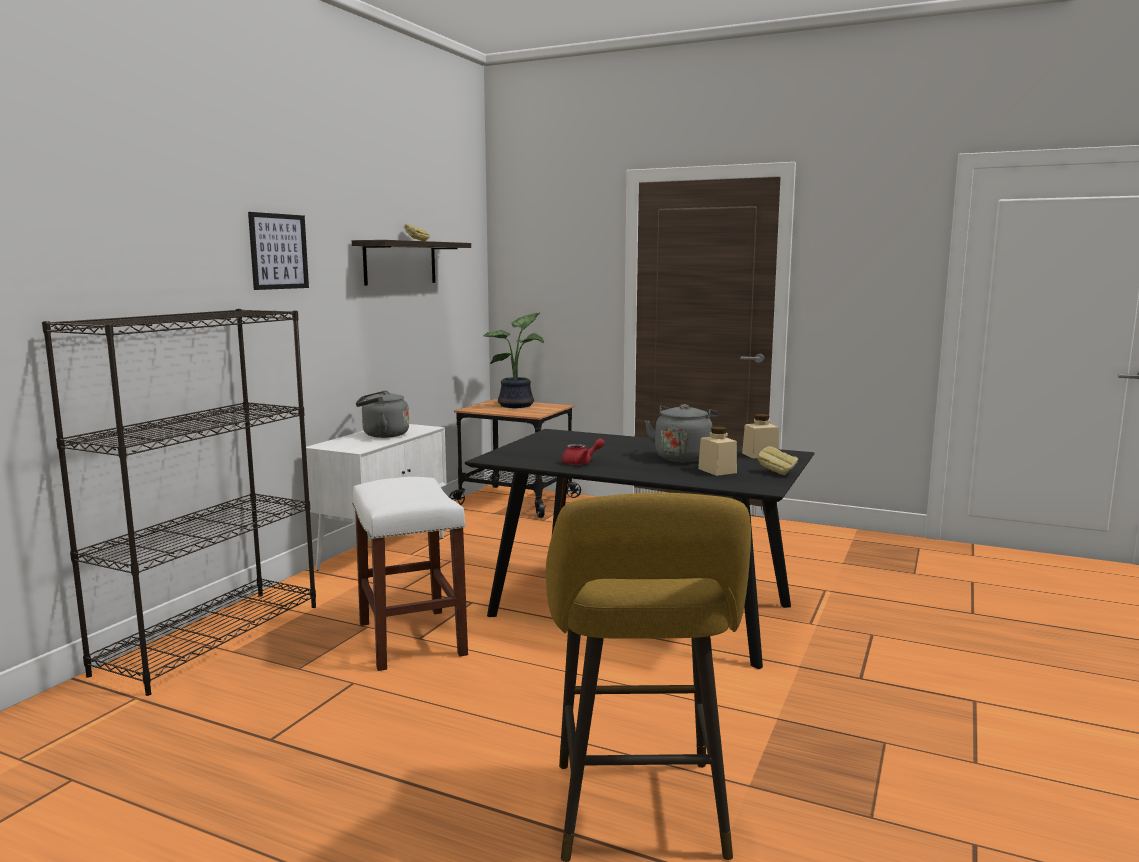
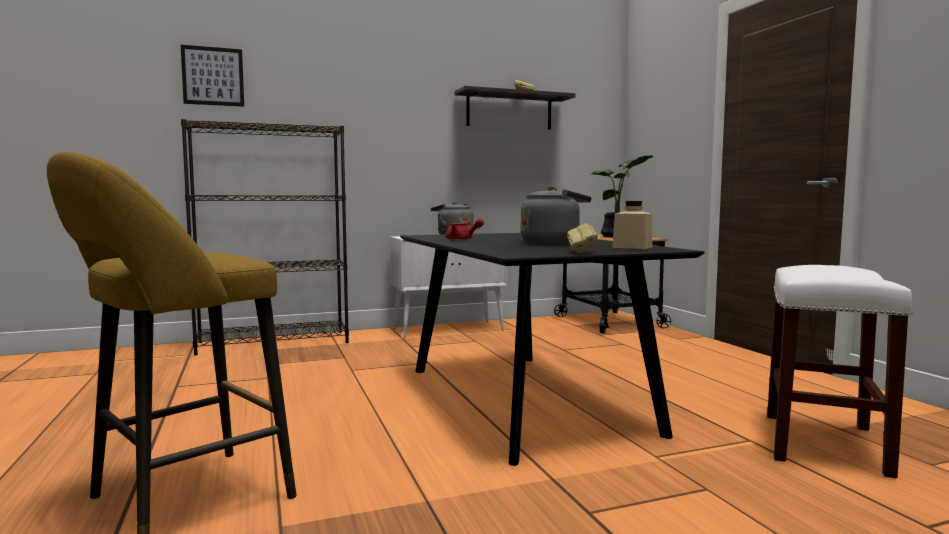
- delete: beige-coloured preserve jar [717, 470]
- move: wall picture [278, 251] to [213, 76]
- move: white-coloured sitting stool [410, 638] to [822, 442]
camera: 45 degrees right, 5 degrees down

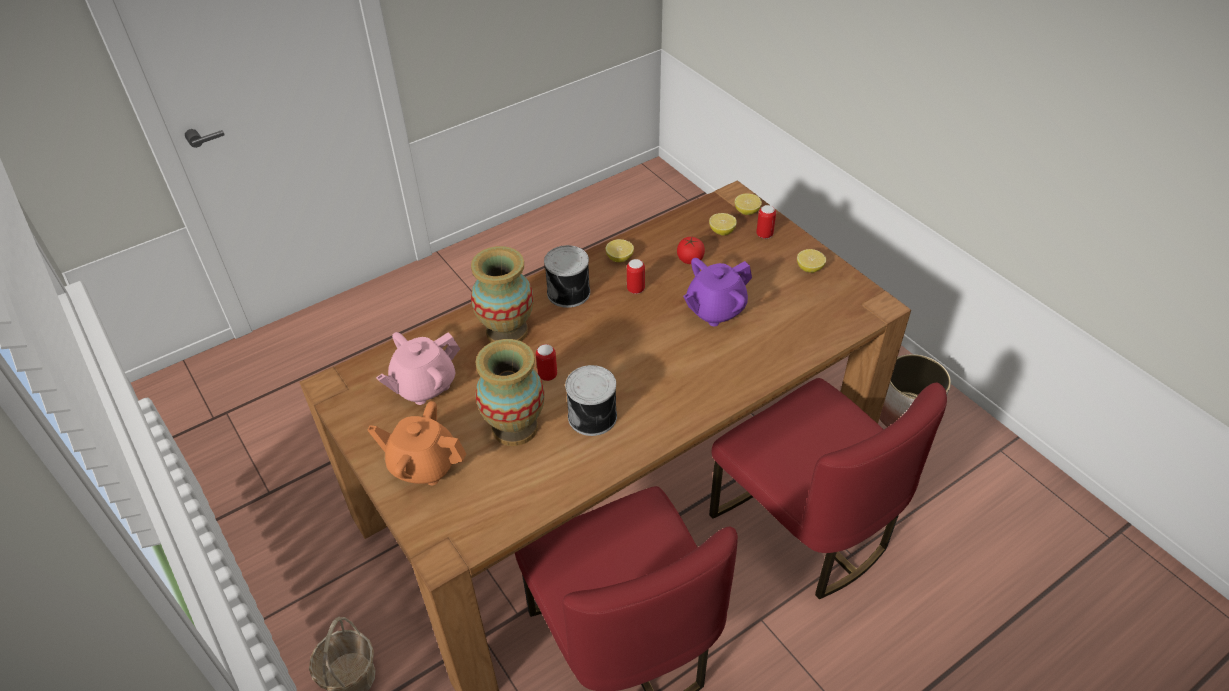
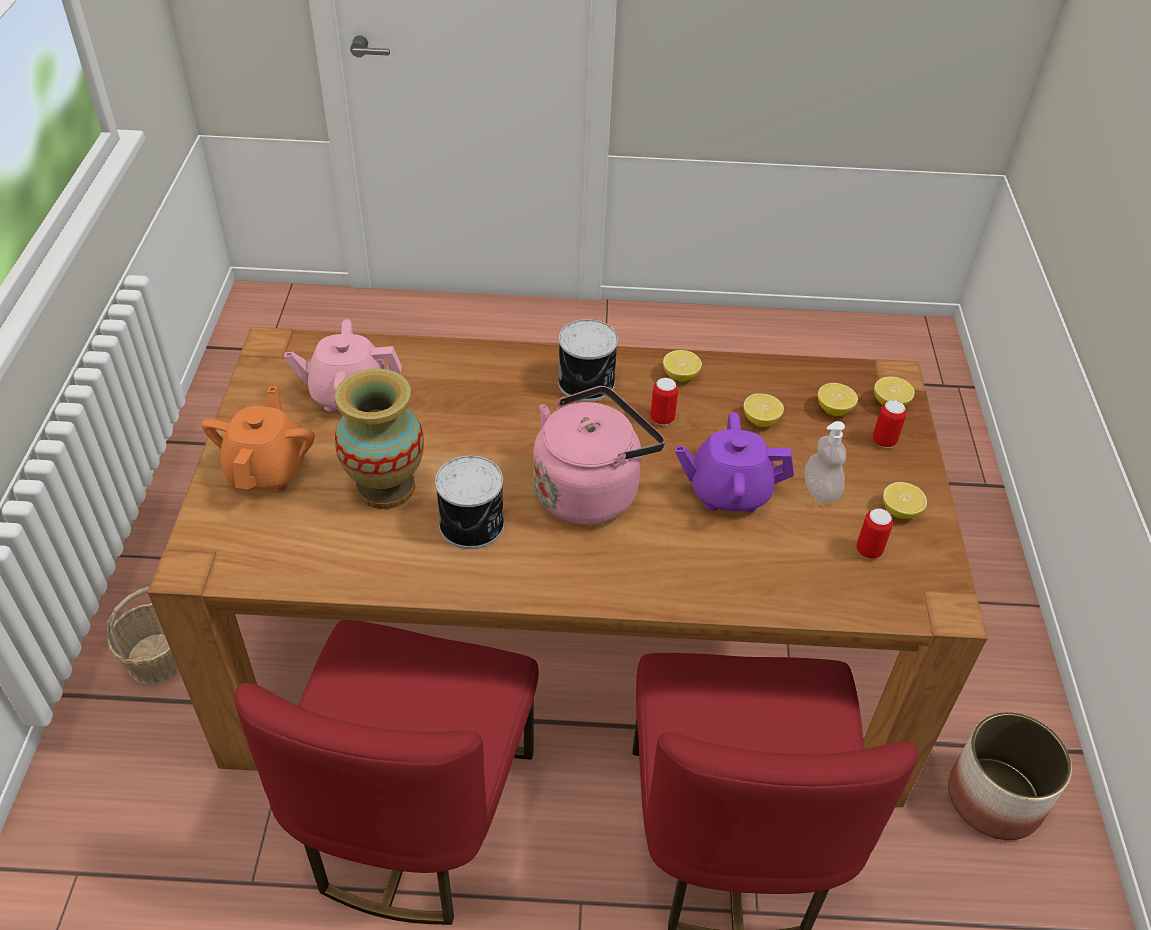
- delete: flower vase [507, 332]
- insert: pinkish tea kettle [590, 490]
- insert: soap dispenser [820, 491]
- move: metal can [547, 375] to [869, 550]
- replace: fresh tomato [690, 259] to lemon [760, 420]
- rotate: orange tea pot [423, 465] = [268, 470] 45 degrees clockwise
camera: 35 degrees right, 0 degrees up

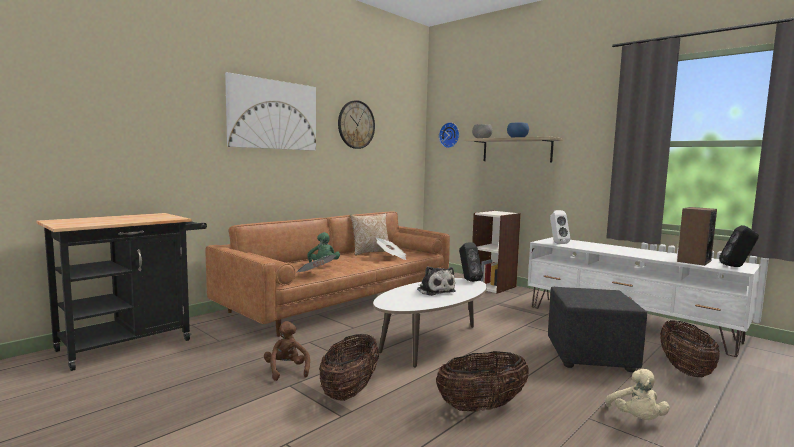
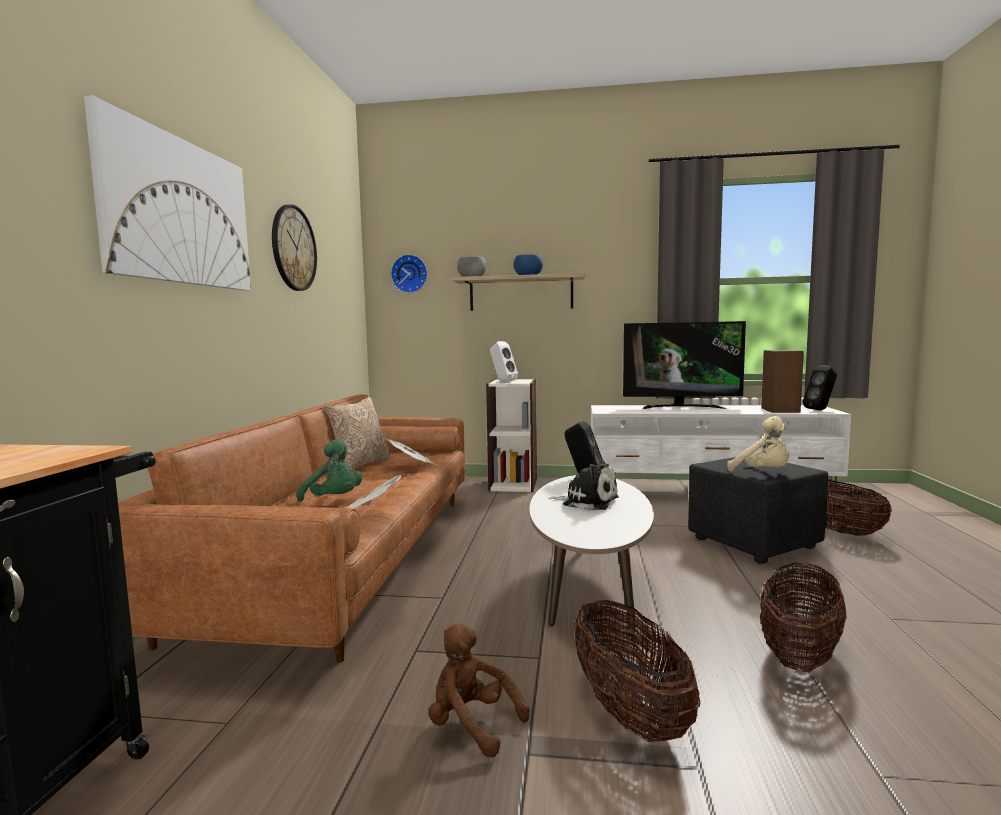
- insert: television [680, 407]
- move: white-coloured speaker [557, 243] to [502, 382]
- move: beige-coloured cuddly toy [636, 419] to [763, 473]
camera: 35 degrees left, 0 degrees up

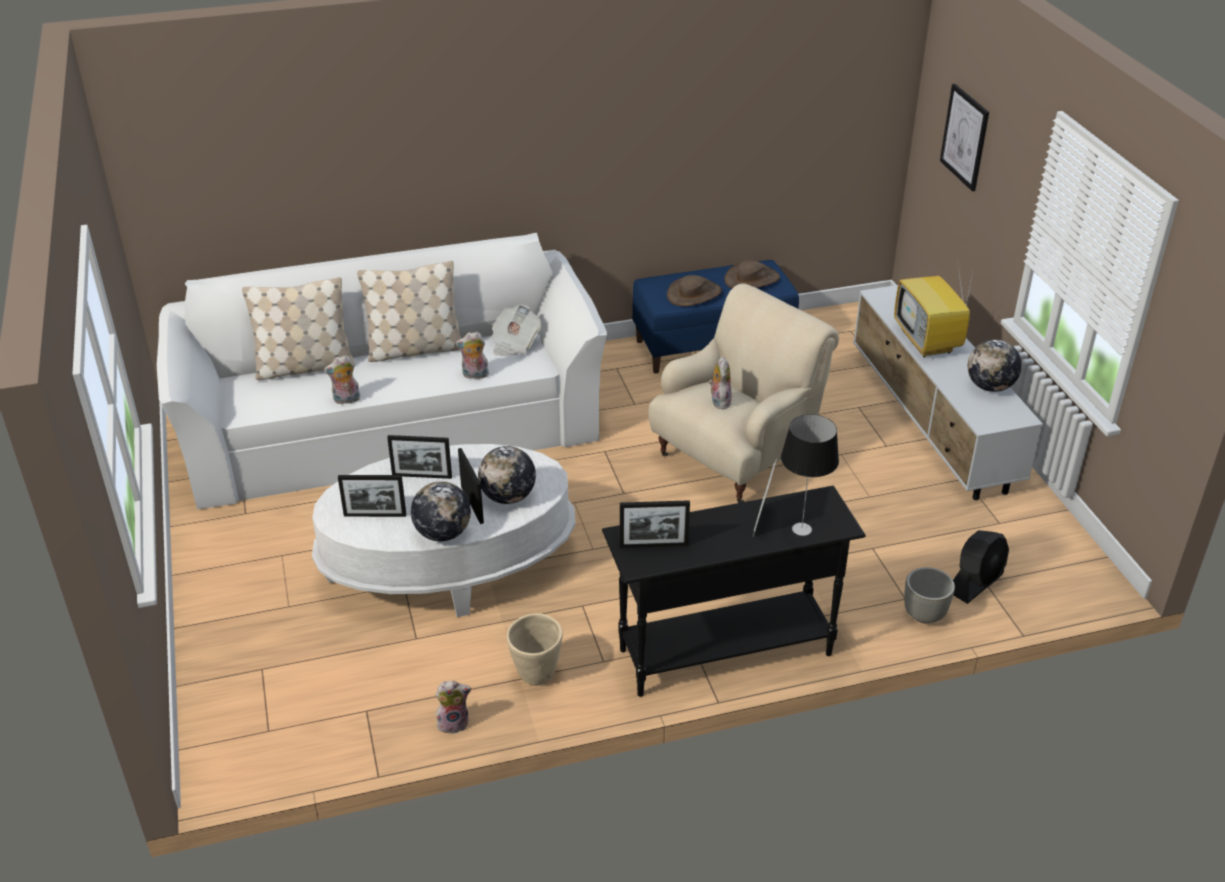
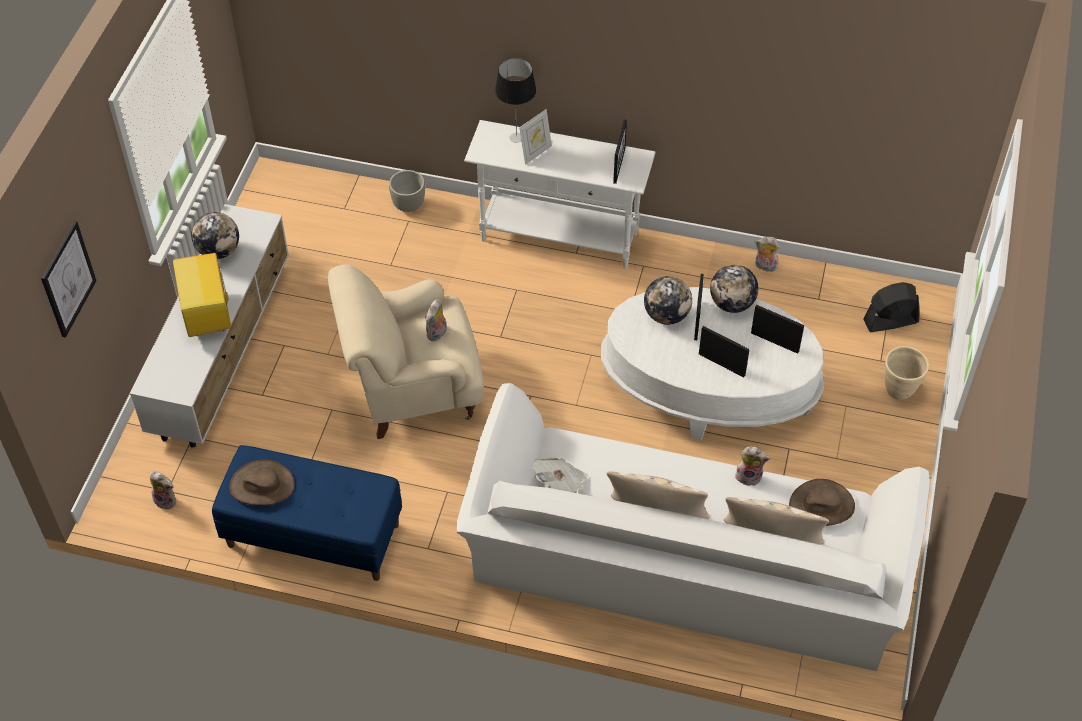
- move: cuddly toy [474, 375] to [167, 500]
- move: beige-coloured planter [536, 675] to [899, 390]
- move: brown clothing hat [694, 294] to [821, 505]
- move: blackish fan [976, 583] to [890, 321]
- recolor: blackish hall table [724, 652] to white-coloured hall table [559, 238]
- rotate: picture frame [653, 545] = [619, 165] 75 degrees clockwise
- rotate: television [928, 342] = [209, 316] 150 degrees clockwise
camera: 150 degrees left, 15 degrees up

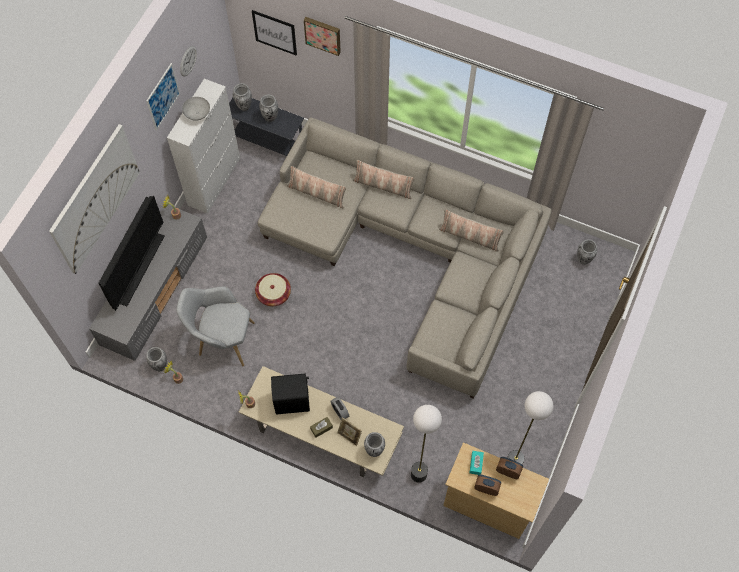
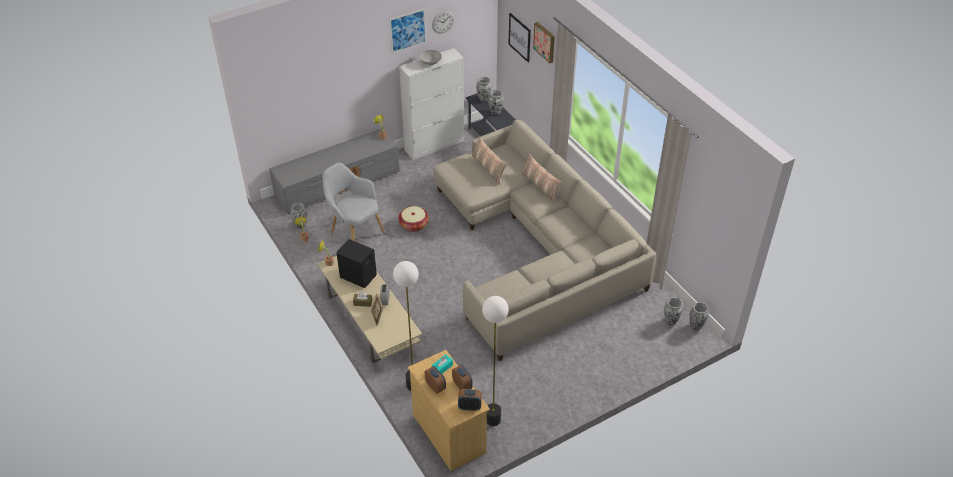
- delete: wall picture [95, 199]
- delete: television [139, 268]
- delete: cushion [470, 236]
- insert: alarm clock [469, 407]
- move: flower vase [374, 450] to [696, 326]
camera: 35 degrees right, 20 degrees down

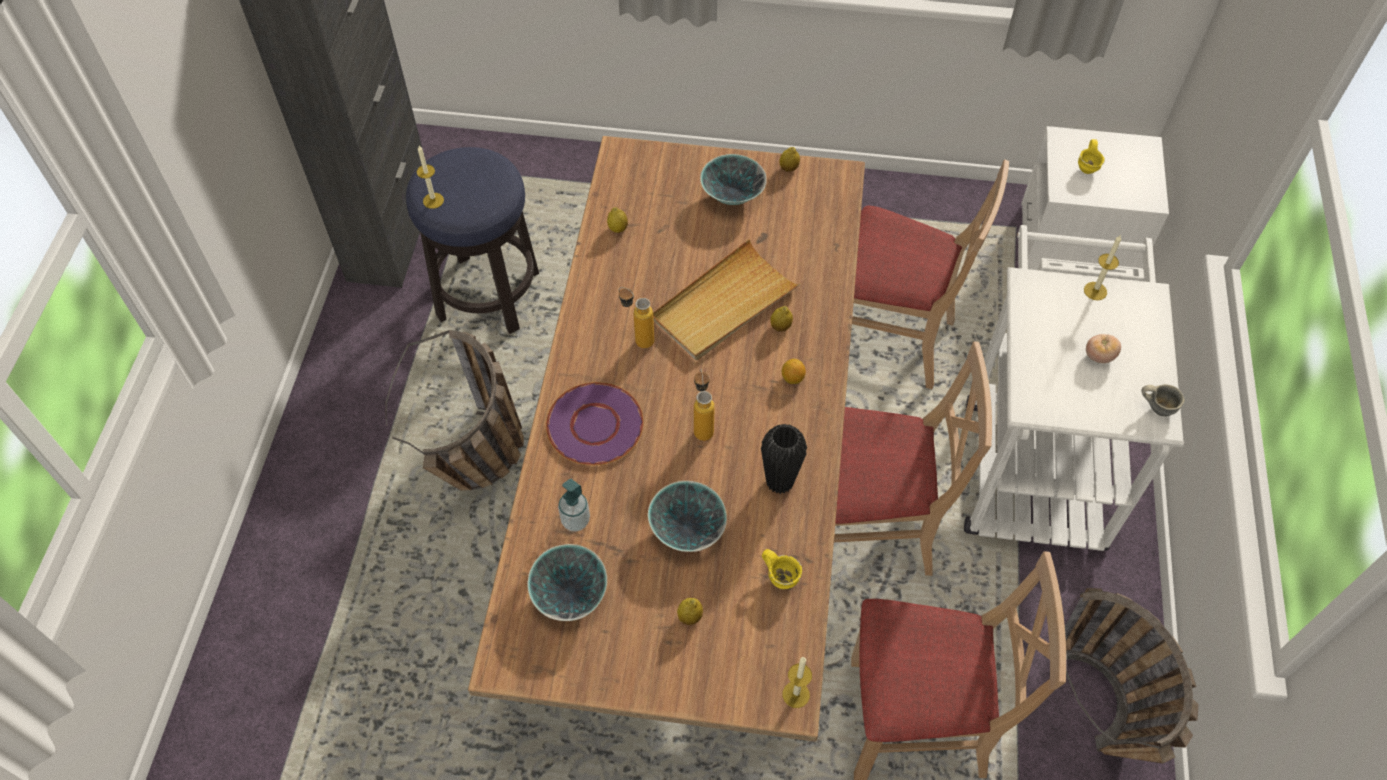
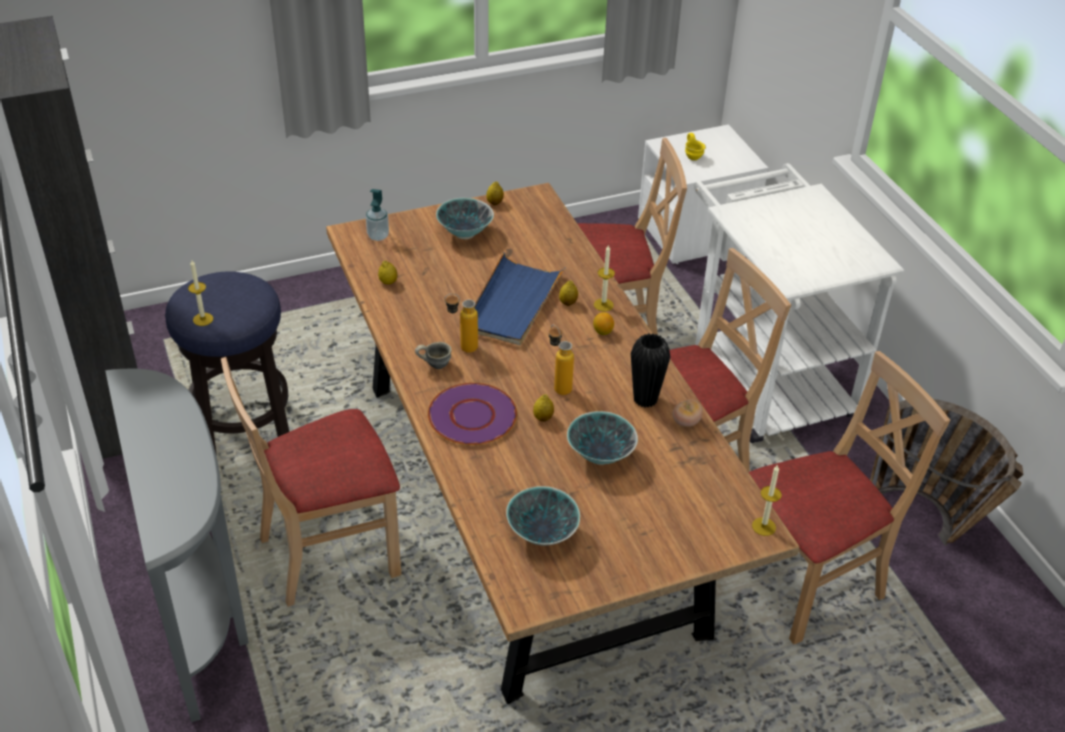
- delete: yellow tea mug [781, 577]
- insert: gray hall table [202, 613]
- move: soap dispenser [575, 521] to [378, 236]
- move: lemon [690, 617] to [543, 418]
- move: candle [1095, 291] to [603, 305]
- move: fresh tomato [1099, 356] to [686, 422]
- move: gray tea mug [1157, 407] to [435, 364]
- replace: basket [482, 468] to beige-coloured upright chair [329, 553]
- recolor: beige-coloured serving tray [724, 304] to blue-coloured serving tray [513, 303]
camera: 30 degrees left, 15 degrees down

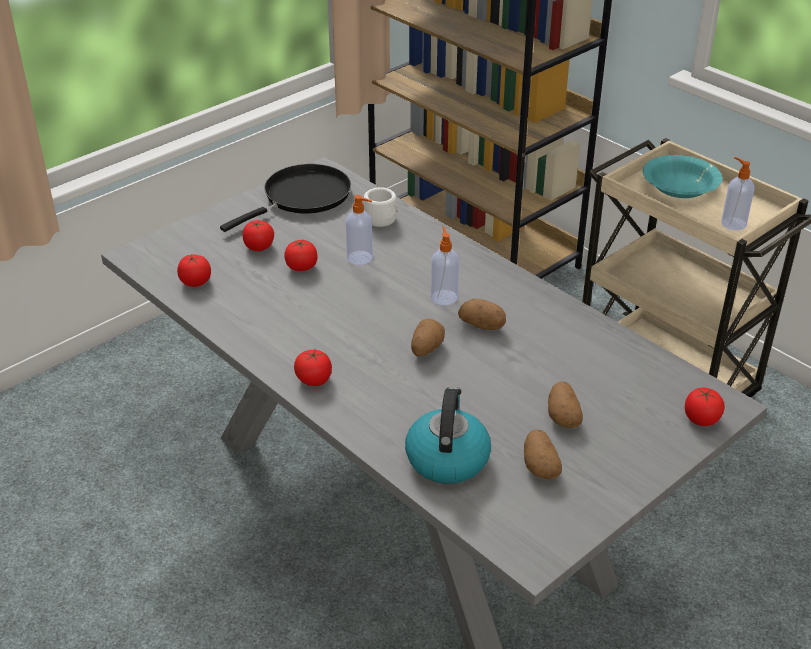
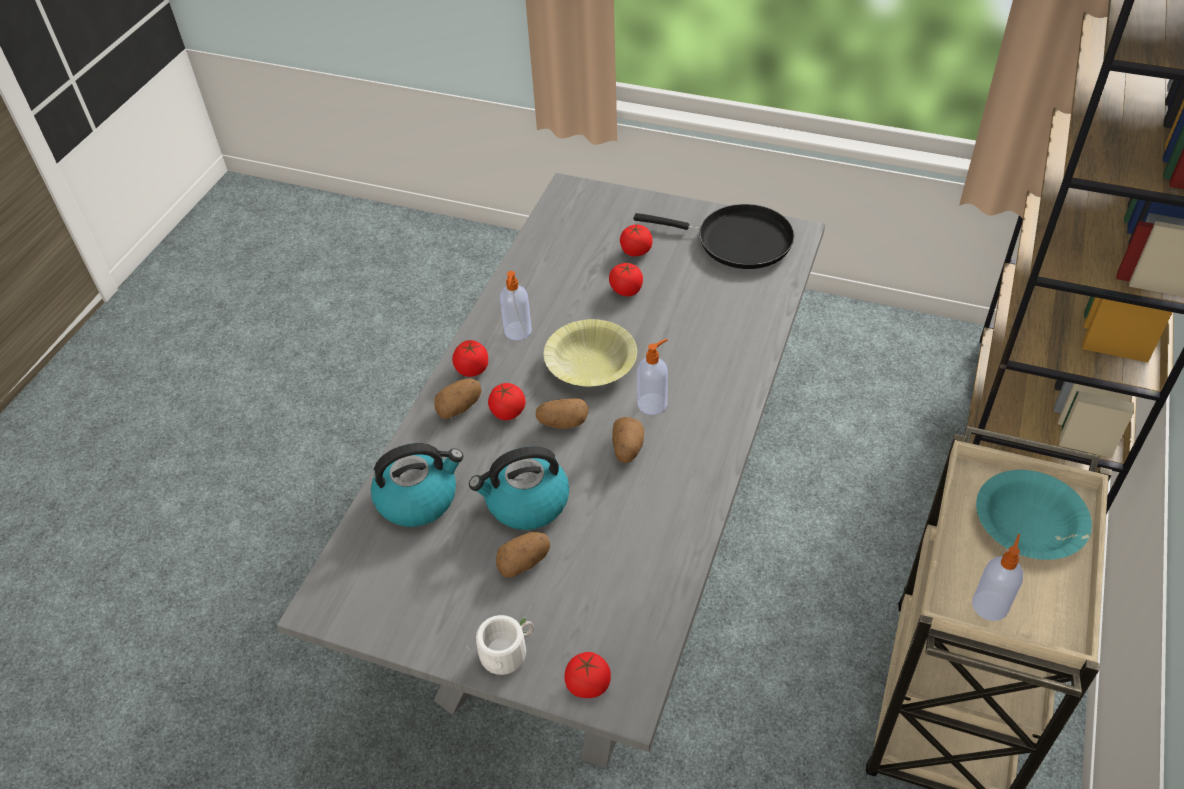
- insert: tea kettle [526, 503]
- insert: yellow bowl [590, 364]
- move: fresh tomato [195, 282] to [508, 412]
- move: soap dispenser [360, 258] to [517, 331]
- move: white-coloured tea mug [377, 217] to [507, 650]
- move: spud [539, 466] to [459, 407]
camera: 65 degrees right, 10 degrees up

